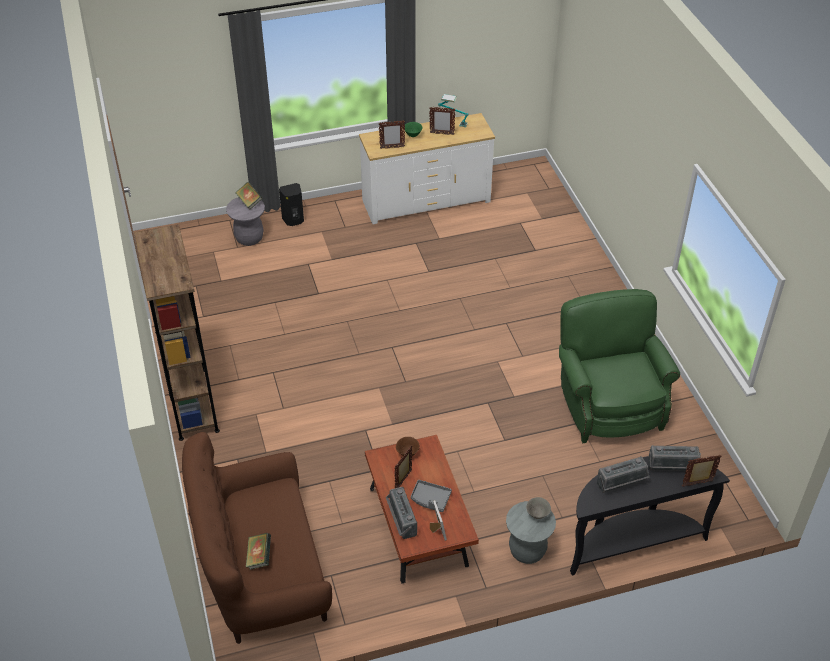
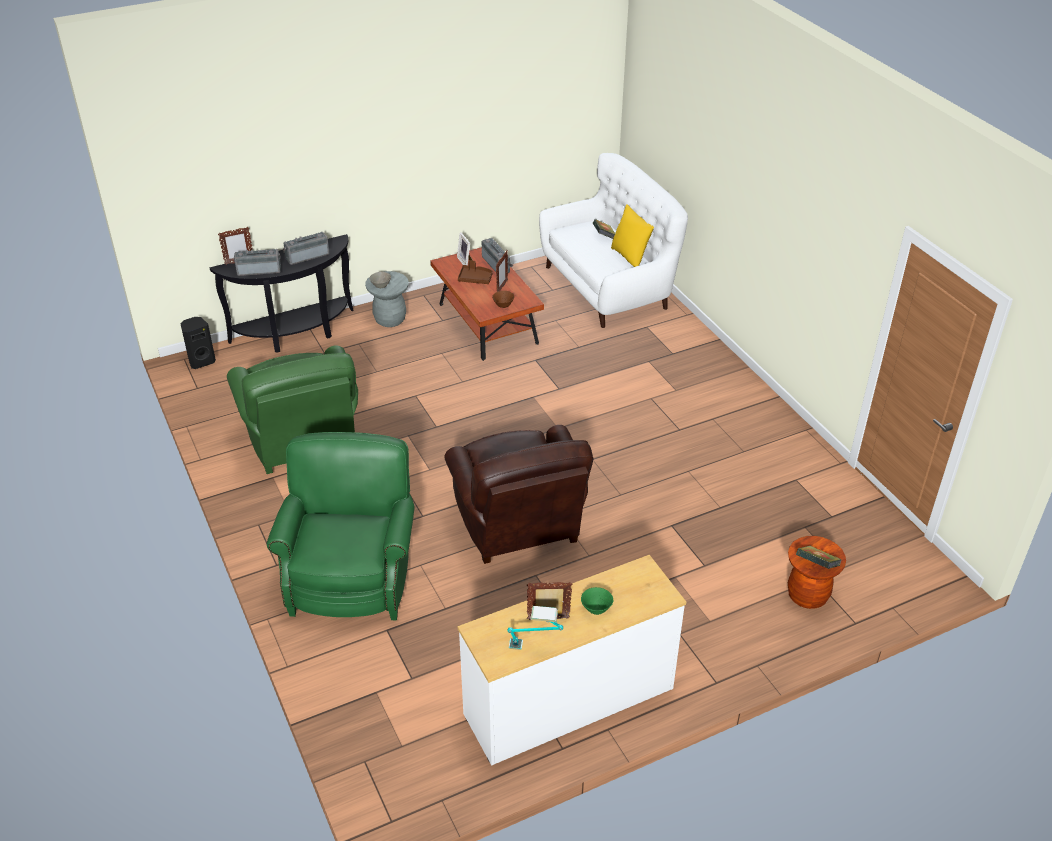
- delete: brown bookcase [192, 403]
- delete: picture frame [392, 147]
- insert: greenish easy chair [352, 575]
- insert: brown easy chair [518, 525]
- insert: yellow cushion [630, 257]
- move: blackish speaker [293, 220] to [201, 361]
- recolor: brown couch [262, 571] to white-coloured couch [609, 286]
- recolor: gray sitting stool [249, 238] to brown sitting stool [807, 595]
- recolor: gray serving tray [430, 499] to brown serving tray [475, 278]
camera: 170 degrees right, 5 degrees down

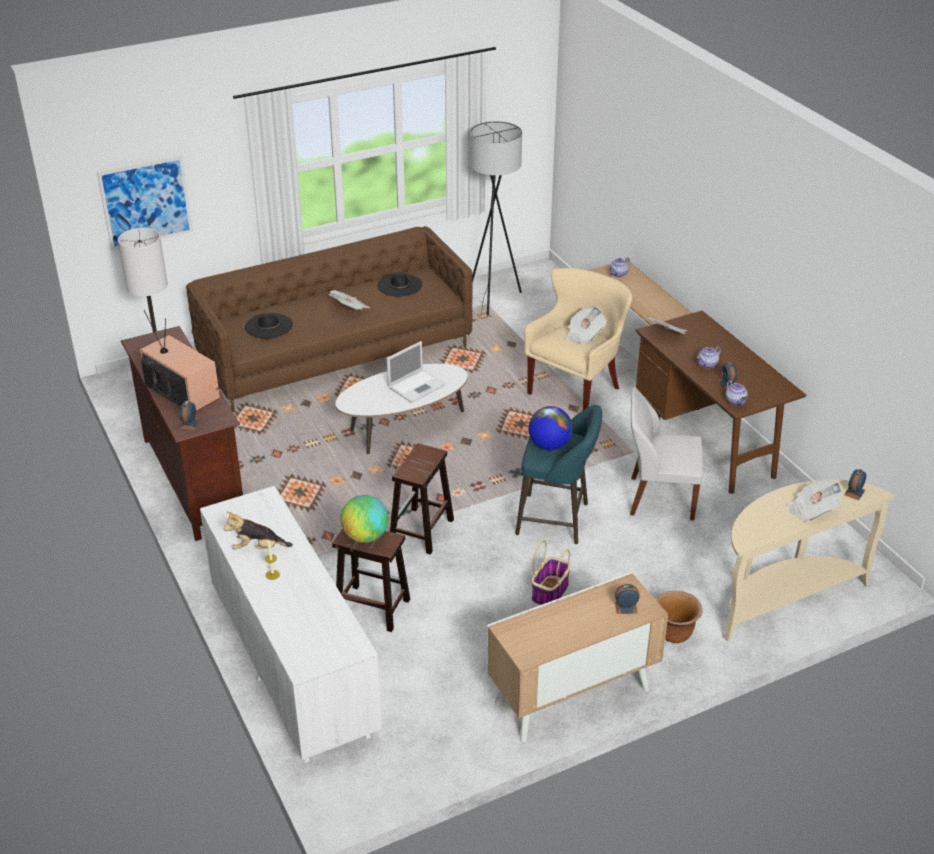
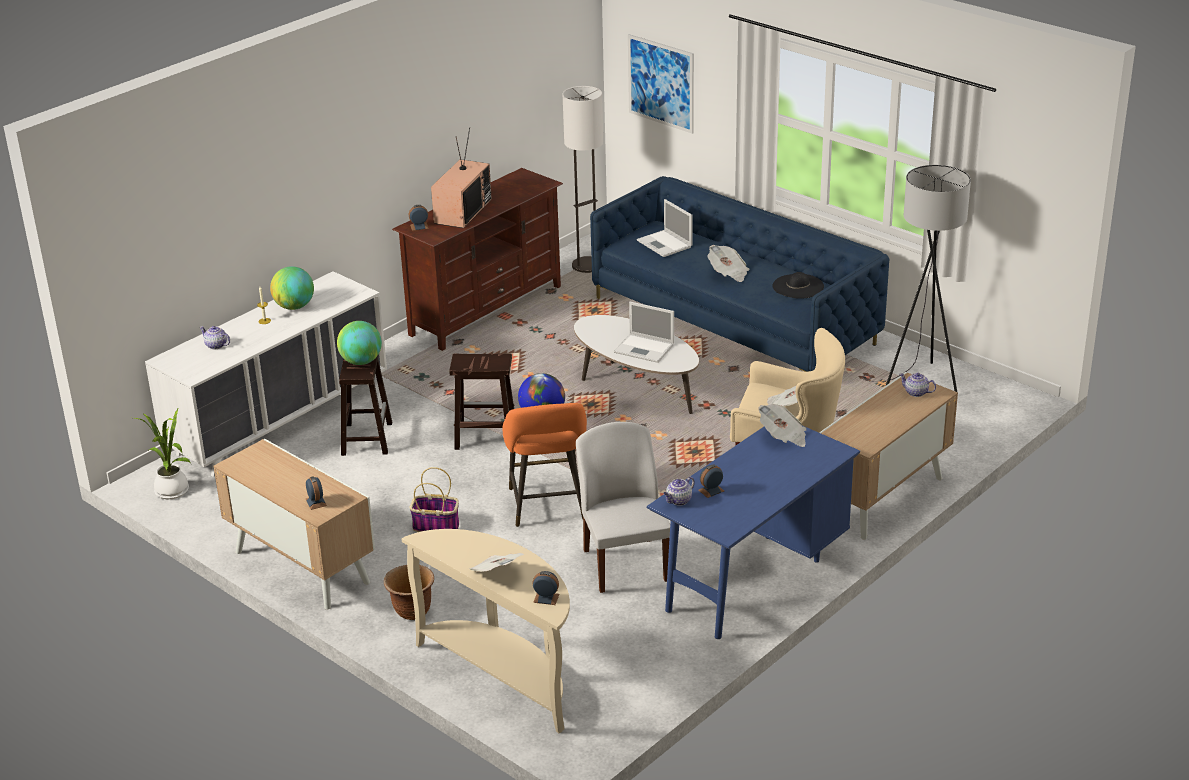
- insert: houseplant [172, 492]
- move: tea pot [707, 364] to [216, 345]
- replace: cuddly toy [258, 548] to desk globe [294, 307]
- replace: blackish clothing hat [268, 326] to notebook computer [665, 244]
- recolor: brown couch [335, 354] to blue-coloured couch [734, 321]
- recolor: blue-green sitting stool [557, 520] to orange sitting stool [548, 507]
- recolor: brown desk table [707, 442] to blue-coloured desk table [753, 579]
camera: 70 degrees right, 5 degrees down

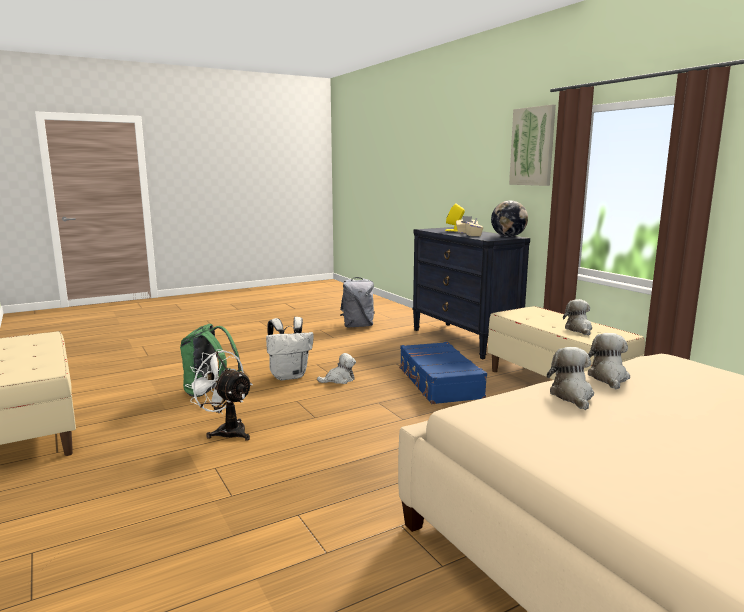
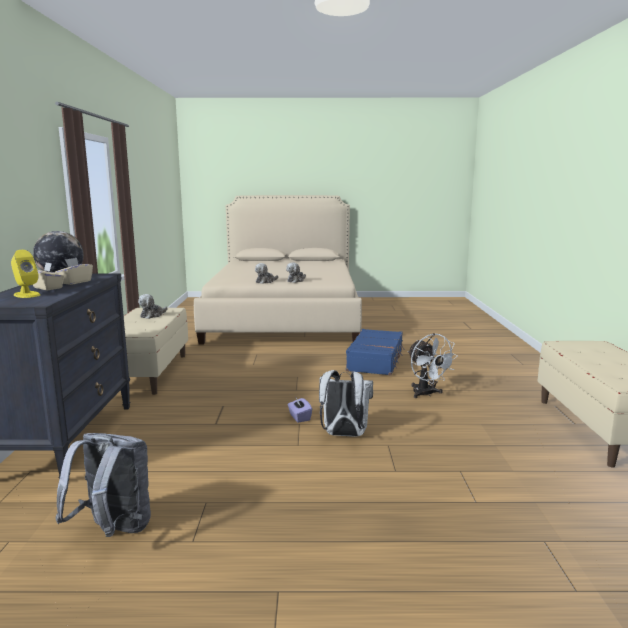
- delete: greenish backpack [209, 392]
- delete: wall picture [532, 146]
- move: blue-coloured piece of luggage [439, 383] to [376, 360]
- replace: cuddly toy [339, 380] to purple-coloured tissue box [299, 417]
camera: 150 degrees left, 0 degrees up

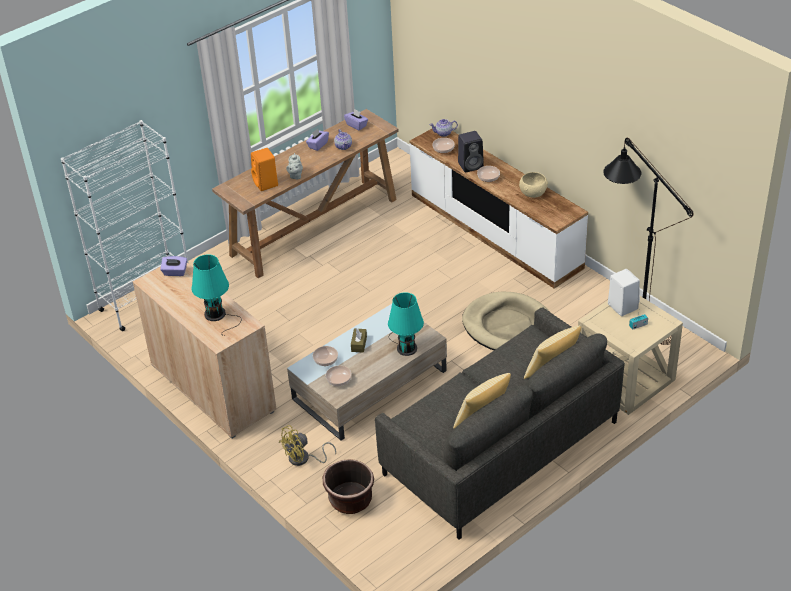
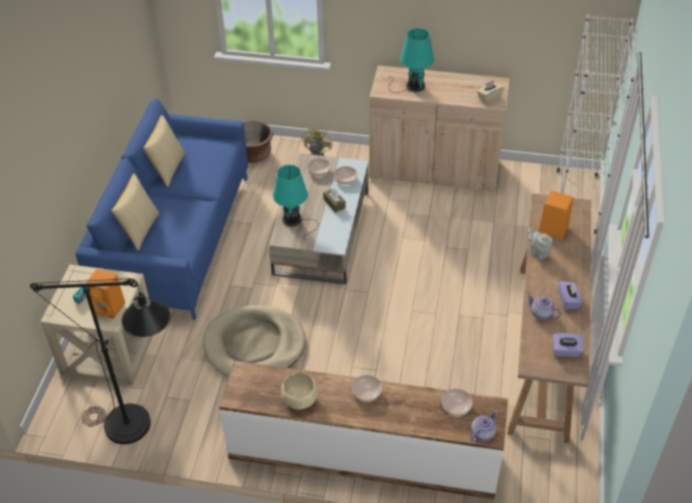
- delete: blackish speaker [471, 165]
- recolor: purple-coloured tissue box [175, 272] to beige-coloured tissue box [489, 98]
- recolor: gray couch [500, 448] to blue-coloured couch [175, 238]
- recolor: white-coloured speaker [621, 306] to orange speaker [110, 308]
camera: 140 degrees right, 5 degrees up

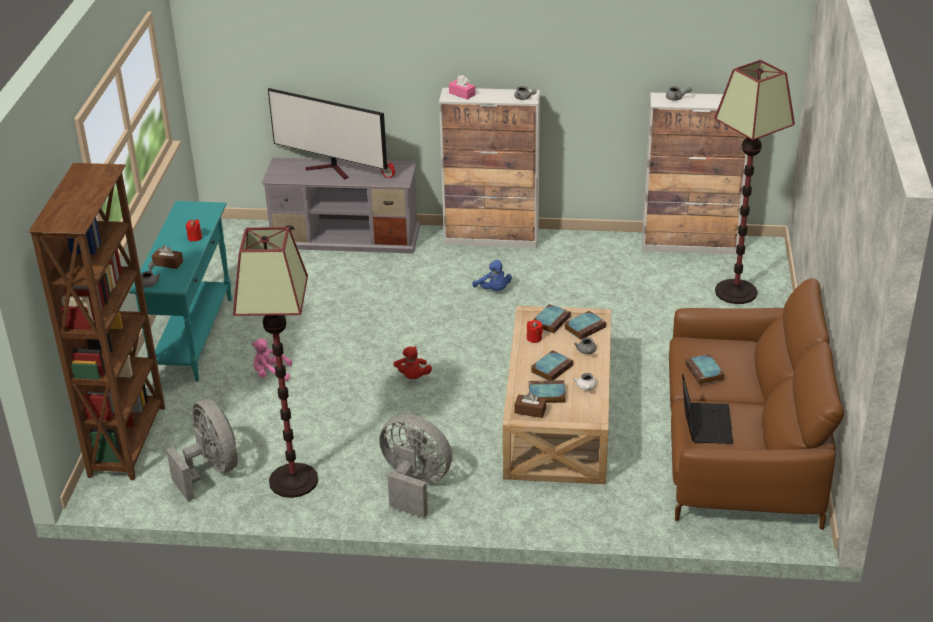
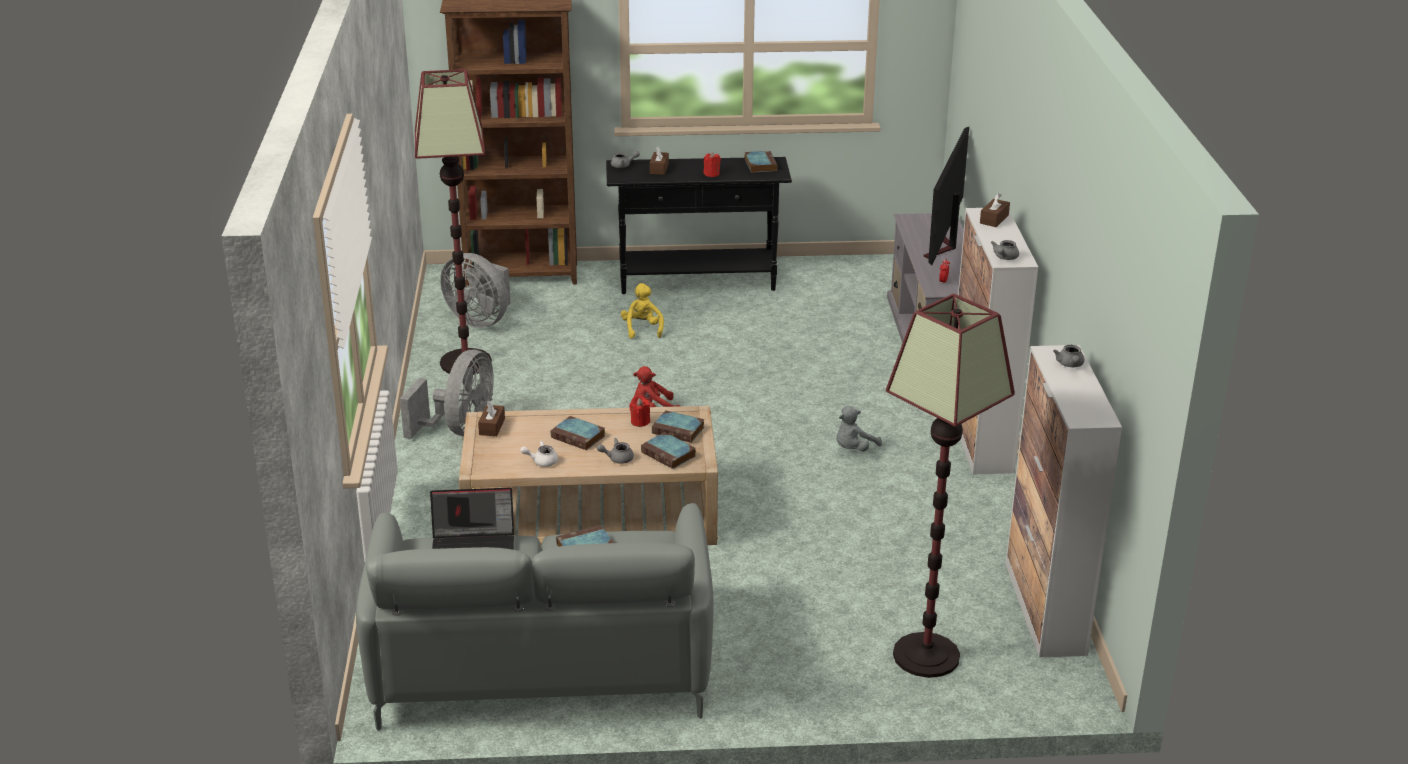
- move: bound book [546, 394] to [760, 164]
- recolor: blue-green hall table [194, 337] to blackish hall table [698, 281]
- recolor: pinkish cuddly toy [271, 374] to yellow cuddly toy [642, 329]
- recolor: pinkish tissue box [462, 94] to brown tissue box [994, 219]
- recolor: blue-coloured cuddly toy [494, 290] to gray cuddly toy [854, 449]
- recolor: brown couch [741, 448] to gray couch [541, 659]
- rotate: gray fan [211, 470] = [480, 320] 75 degrees clockwise
camera: 80 degrees right, 5 degrees down

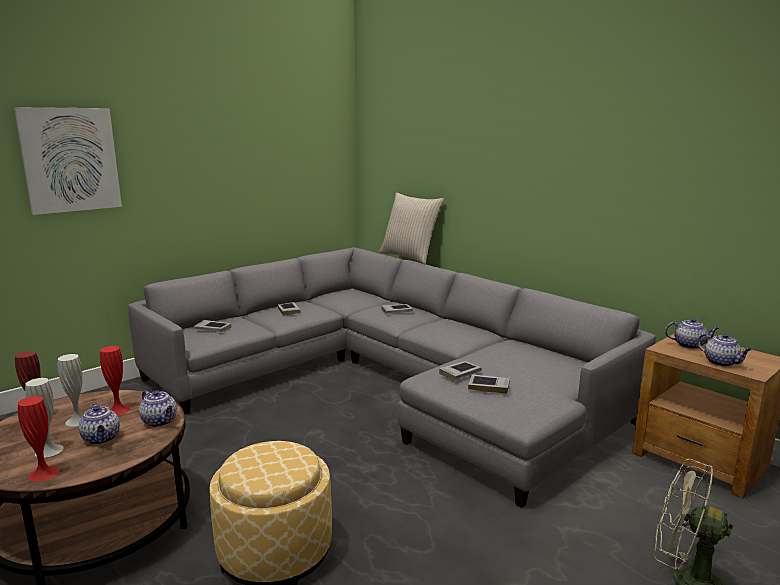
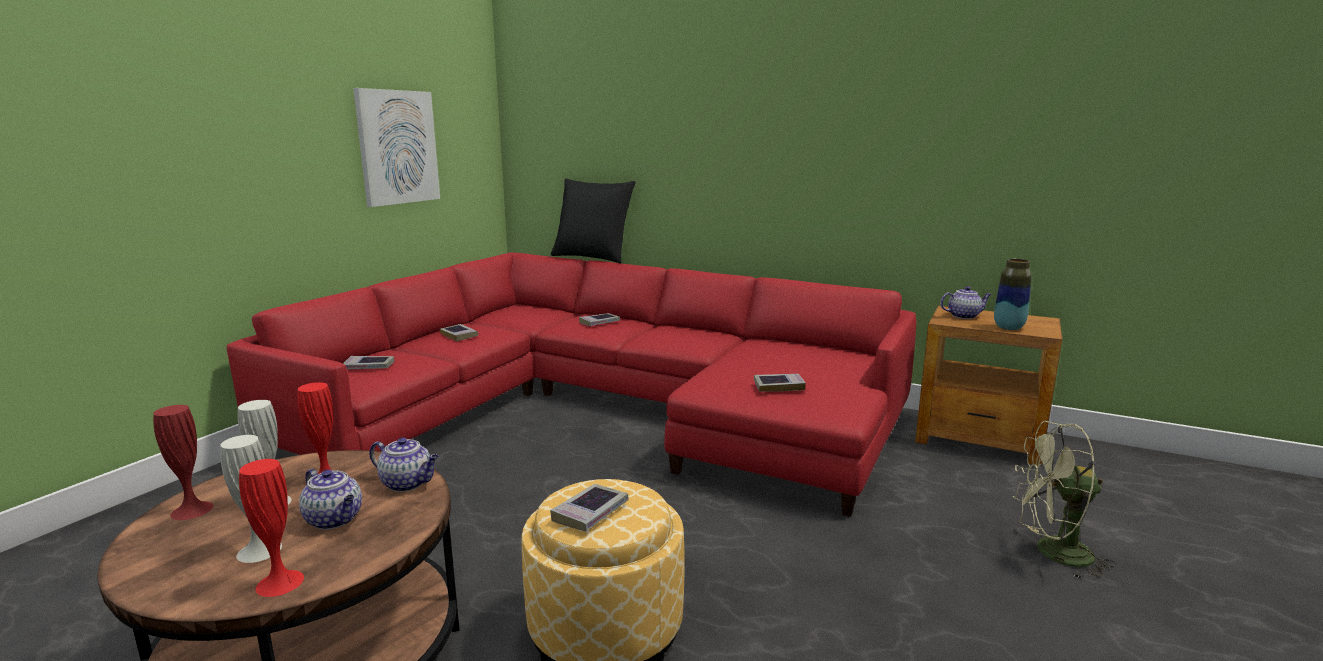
- move: wall picture [70, 160] to [397, 147]
- move: bound book [460, 373] to [590, 512]
- replace: tea pot [721, 363] to flower vase [1008, 327]
- recolor: gray couch [387, 381] to red-coloured couch [603, 410]
- recolor: beige-coloured cushion [409, 257] to blackish cushion [593, 257]
camera: 20 degrees left, 0 degrees up

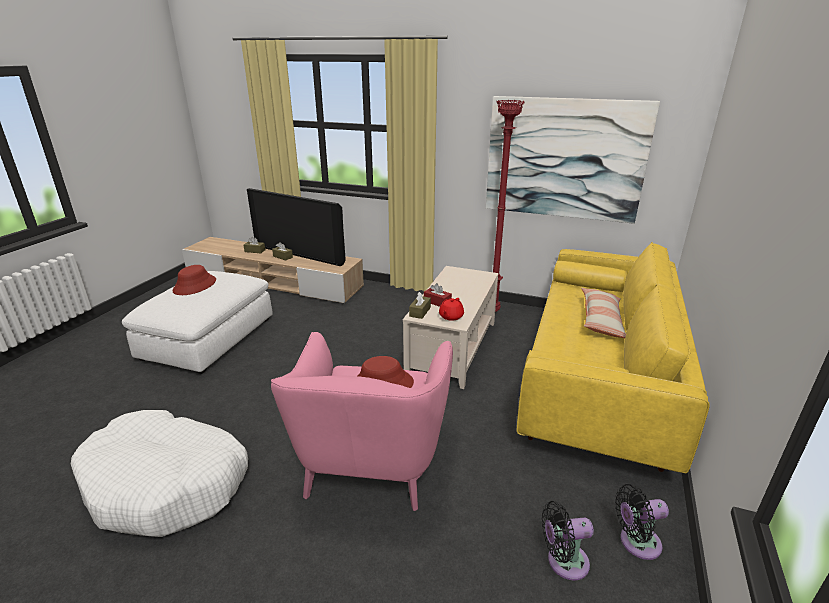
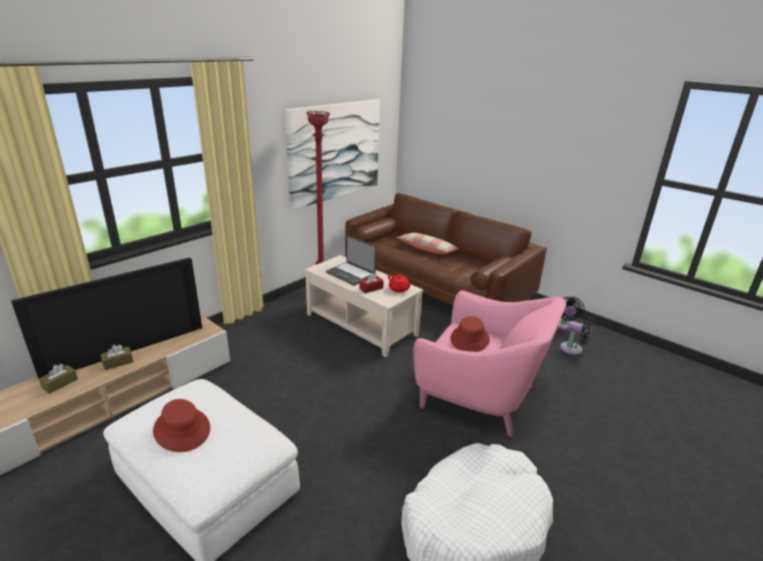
- delete: brown tissue box [420, 312]
- insert: notebook computer [351, 274]
- recolor: yellow couch [598, 380] to brown couch [436, 287]
- rotate: blackish fan [563, 561] = [573, 349] 75 degrees counterclockwise
camera: 70 degrees left, 0 degrees up

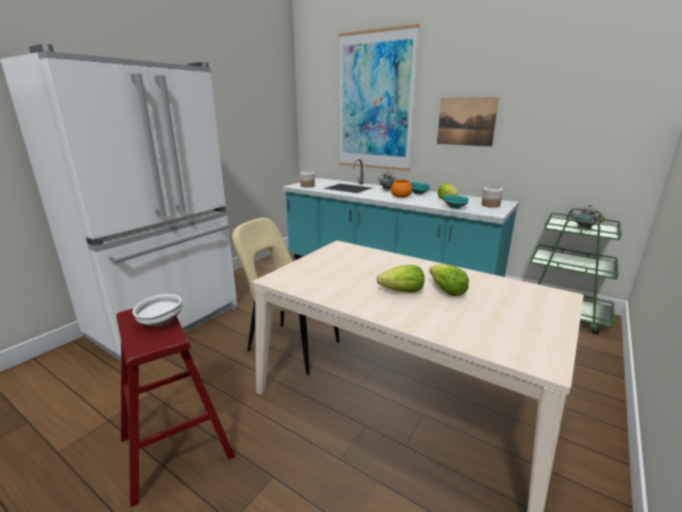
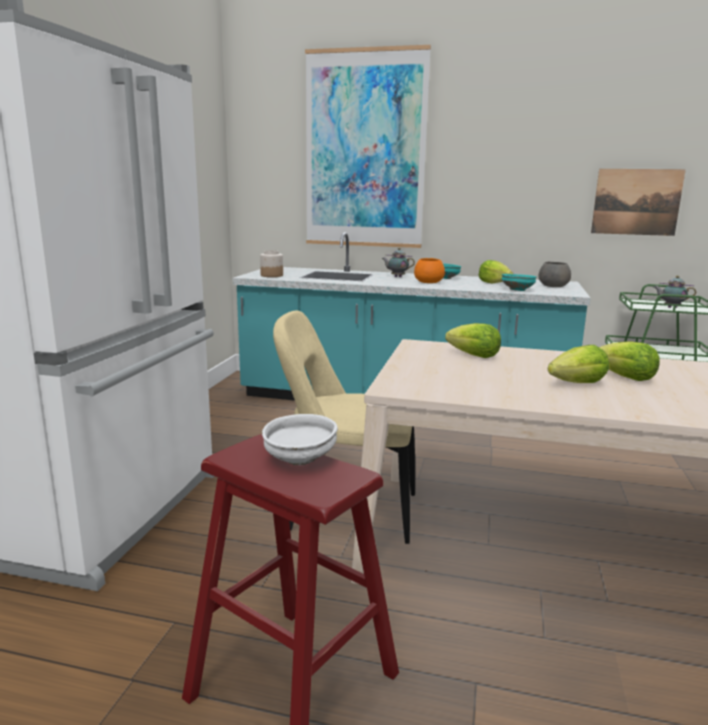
- insert: head of lettuce [474, 356]
- move: wall picture [466, 121] to [636, 202]
- replace: preserve jar [490, 205] to gray bowl [553, 286]
camera: 20 degrees left, 5 degrees down

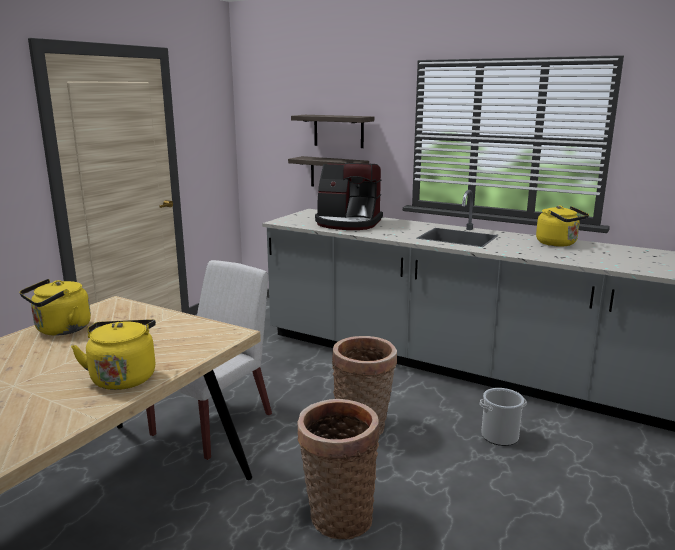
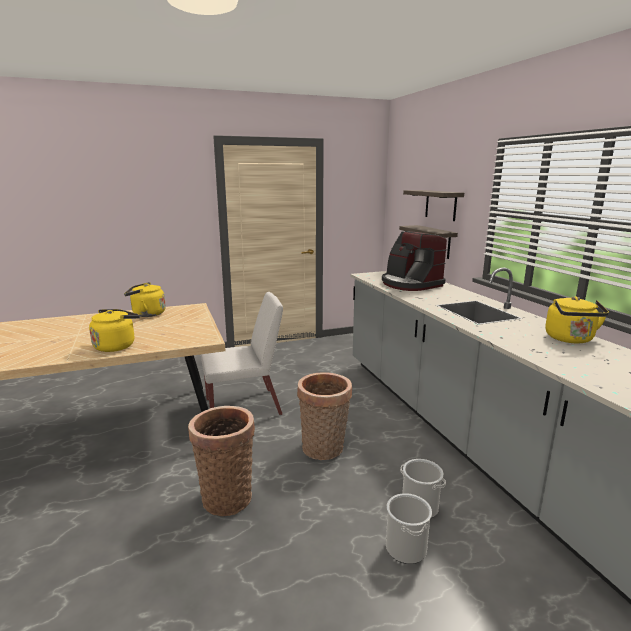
- insert: water bucket [406, 548]
camera: 40 degrees right, 0 degrees up

